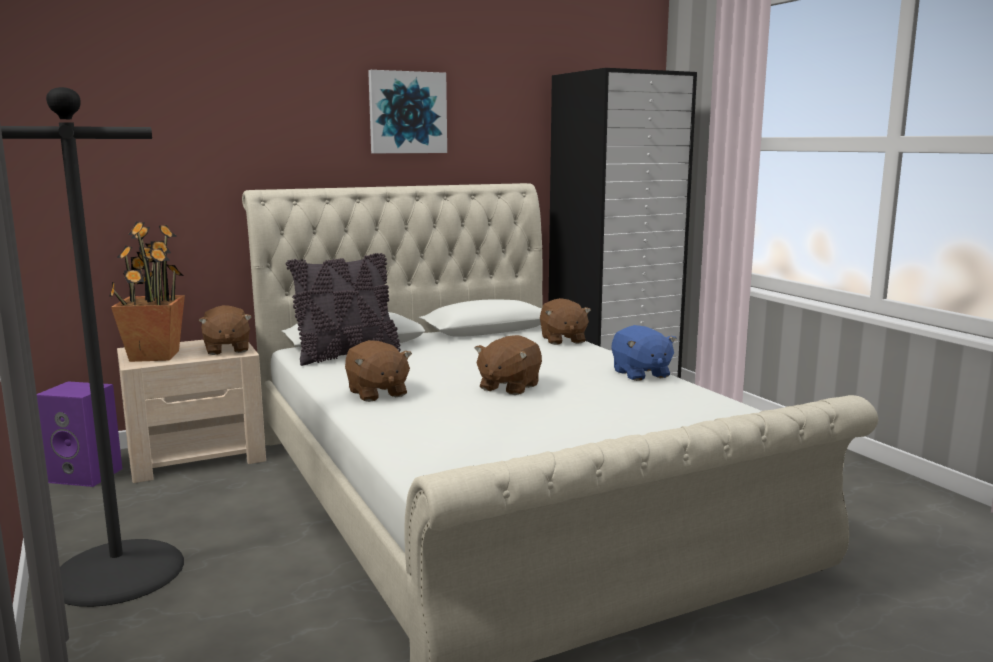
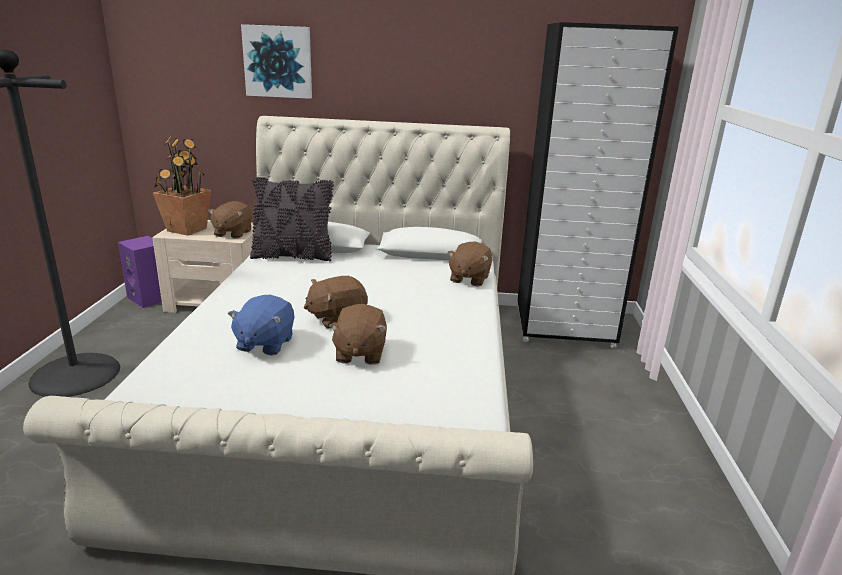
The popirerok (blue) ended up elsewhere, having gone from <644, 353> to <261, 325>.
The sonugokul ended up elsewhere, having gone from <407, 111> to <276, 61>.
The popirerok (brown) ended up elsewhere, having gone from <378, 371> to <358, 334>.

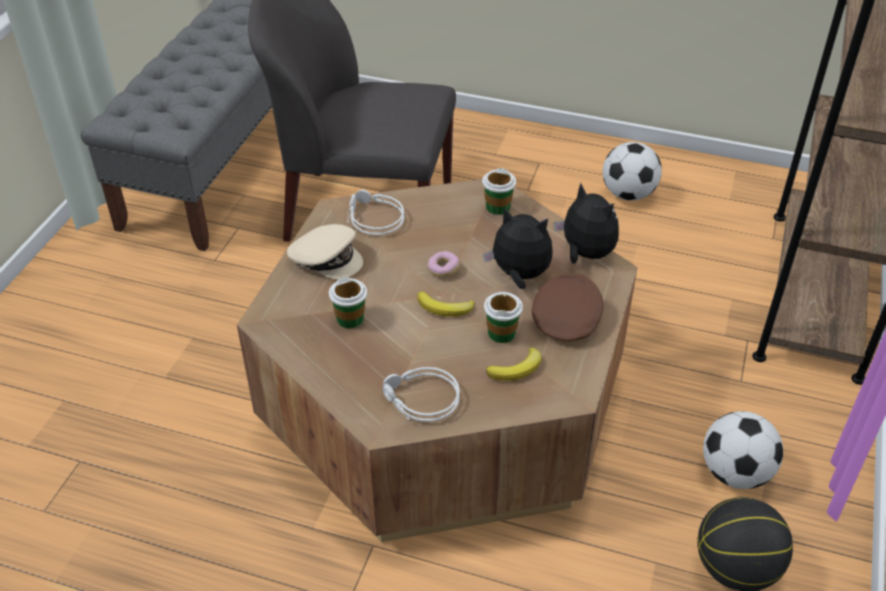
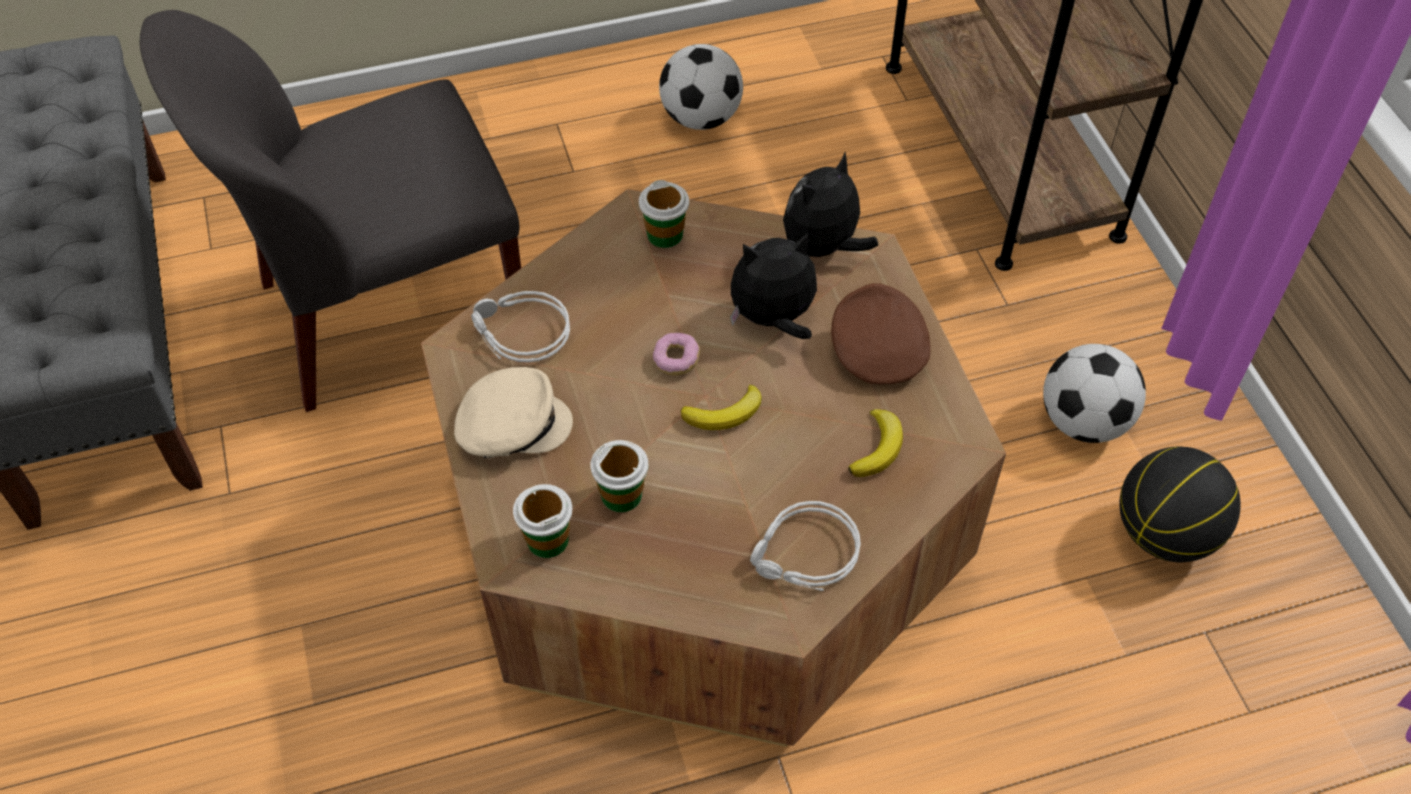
The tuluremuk ended up elsewhere, having gone from <503, 317> to <543, 521>.
The popirerok at <586, 223> ended up facing another way, 60 degrees counterclockwise from before.

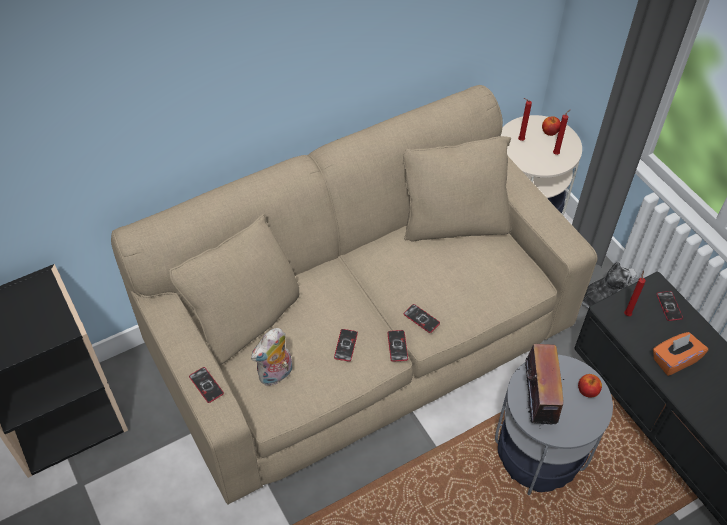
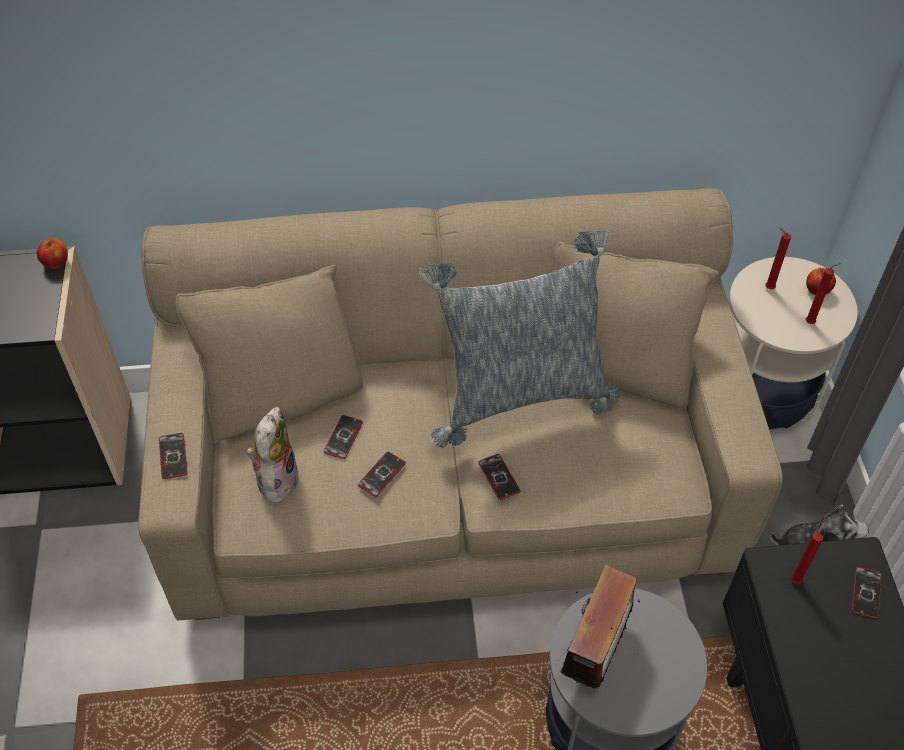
The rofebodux ended up elsewhere, having gone from <590, 386> to <52, 253>.
The popirerok at <272, 357> ended up facing another way, 120 degrees clockwise from before.
The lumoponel ended up elsewhere, having gone from <397, 346> to <343, 437>.
The second view gained the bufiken at <520, 339>.
The second view lost the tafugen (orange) at <680, 354>.

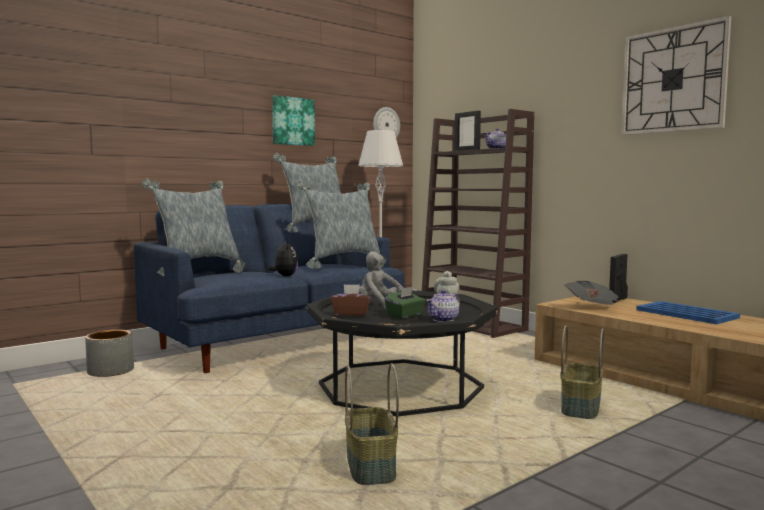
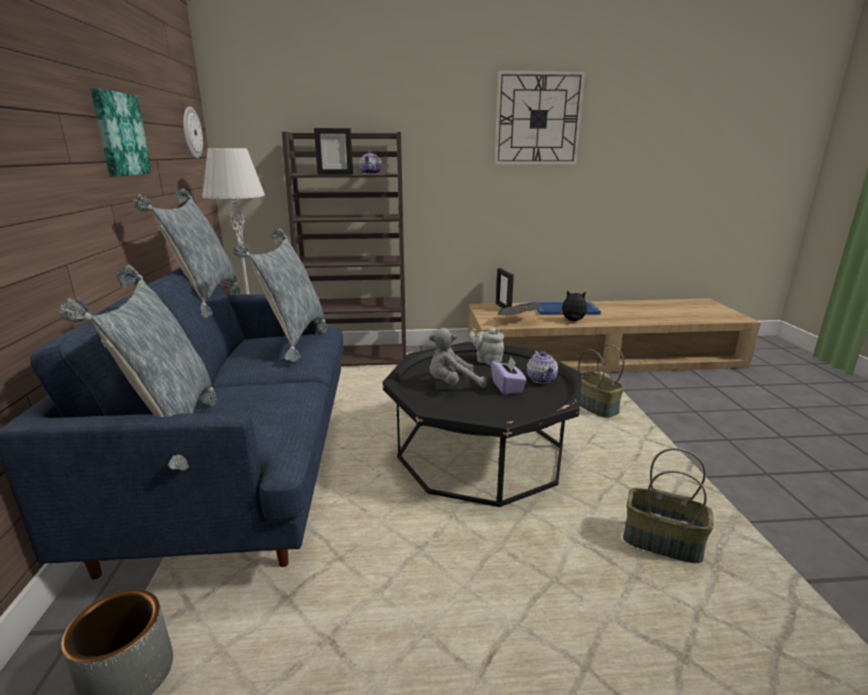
What was the tafugen (green) at <404, 302> turned into the tafugen (purple) at <509, 376>.
The popirerok ended up elsewhere, having gone from <283, 258> to <573, 305>.
The second view lost the tafugen (brown) at <351, 300>.

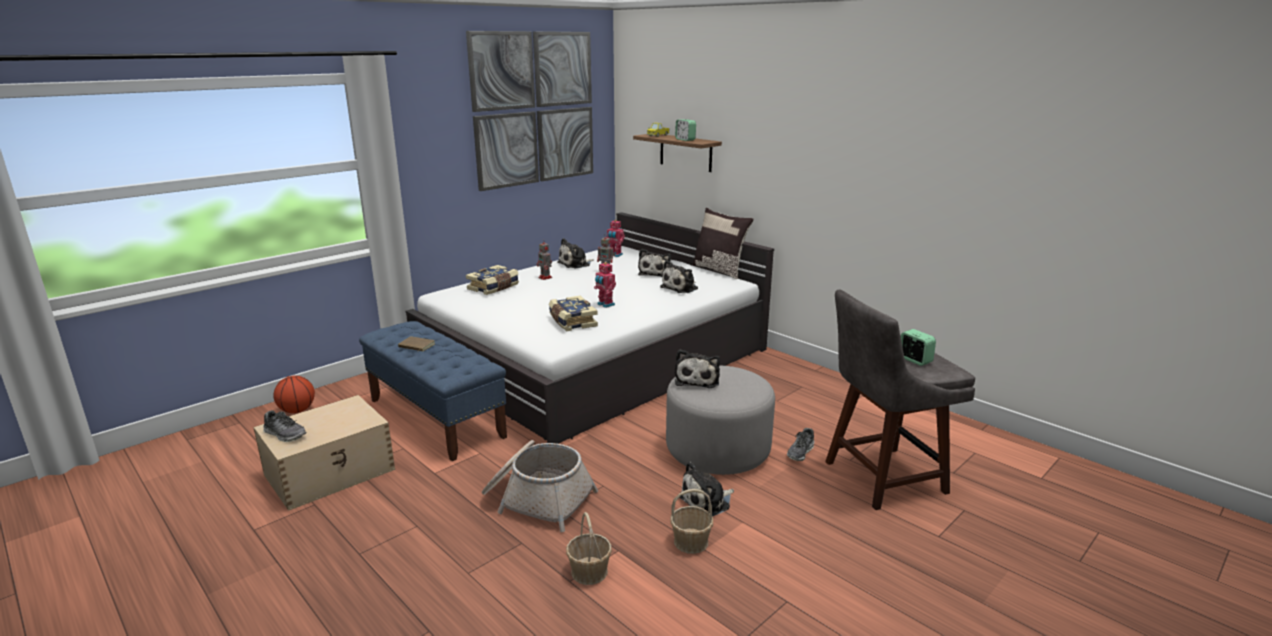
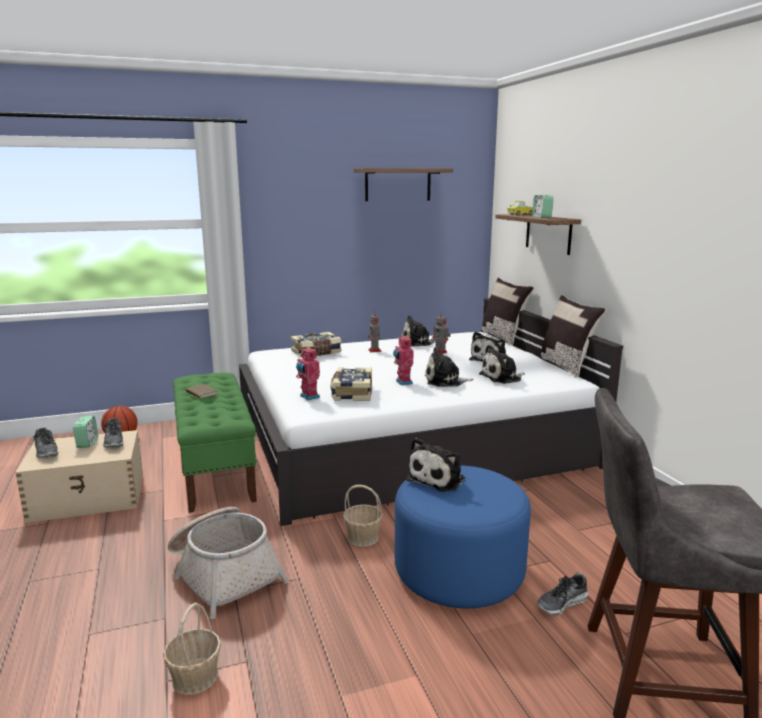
The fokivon ended up elsewhere, having gone from <918, 347> to <85, 432>.
The second view gained the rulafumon at <113, 433>.
What was the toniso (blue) at <433, 391> turned into the toniso (green) at <215, 442>.
The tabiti ended up elsewhere, having gone from <616, 238> to <308, 373>.
The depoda ended up elsewhere, having gone from <691, 521> to <363, 516>.
Where the sonugokul hung at <529, 111>, the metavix came to hang at <403, 184>.
What was the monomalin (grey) at <720, 420> turned into the monomalin (blue) at <463, 536>.
The popirerok ended up elsewhere, having gone from <706, 489> to <449, 367>.
The second view gained the bufiken at <507, 312>.

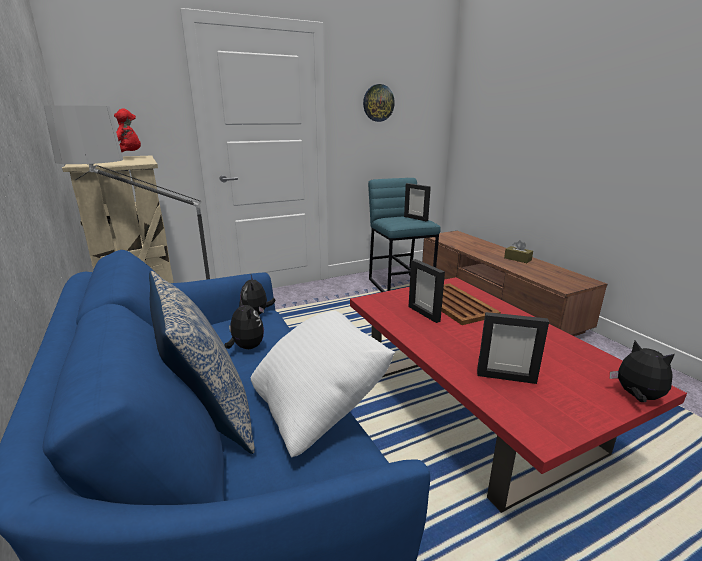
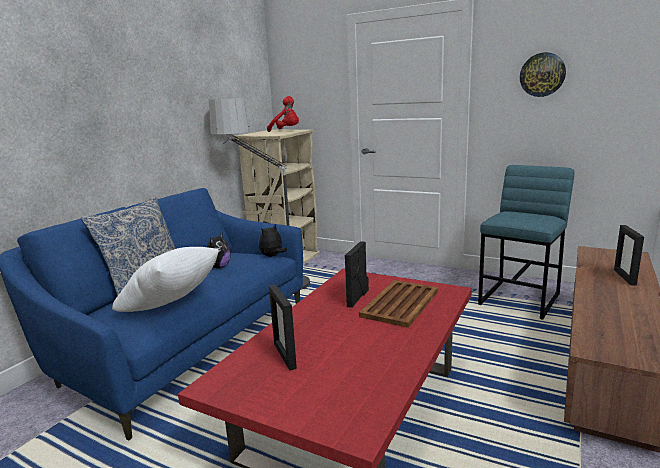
The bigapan ended up elsewhere, having gone from <417, 202> to <629, 255>.
The second view lost the tafugen (brown) at <518, 251>.
The second view lost the popirerok at <642, 371>.

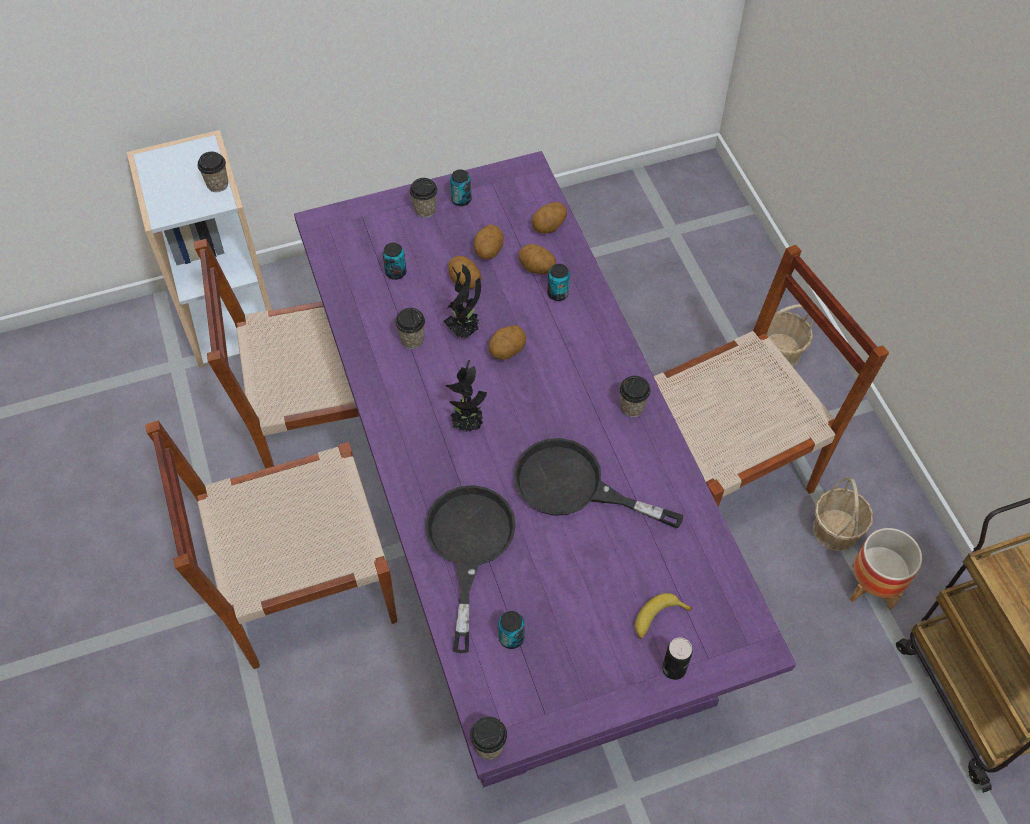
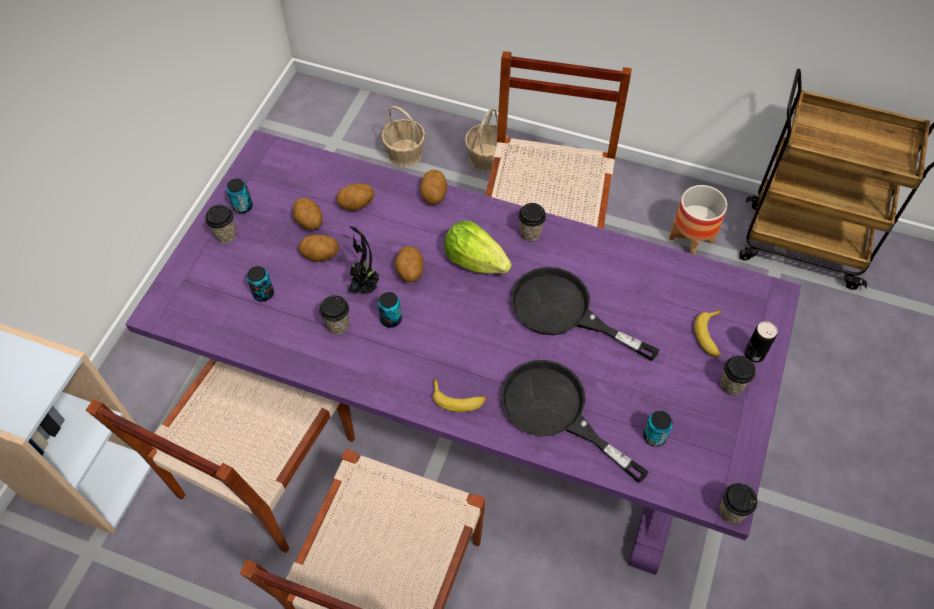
The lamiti ended up elsewhere, having gone from <558, 282> to <390, 310>.
The depoda ended up elsewhere, having gone from <843, 514> to <403, 136>.
The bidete ended up elsewhere, having gone from <549, 217> to <434, 187>.
The second view gained the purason at <460, 395>.
The second view gained the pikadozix at <478, 247>.
The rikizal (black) at <599, 483> ended up facing another way, 60 degrees clockwise from before.
The tuluremuk ended up elsewhere, having gone from <213, 172> to <738, 375>.
The second view lost the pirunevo at <466, 396>.

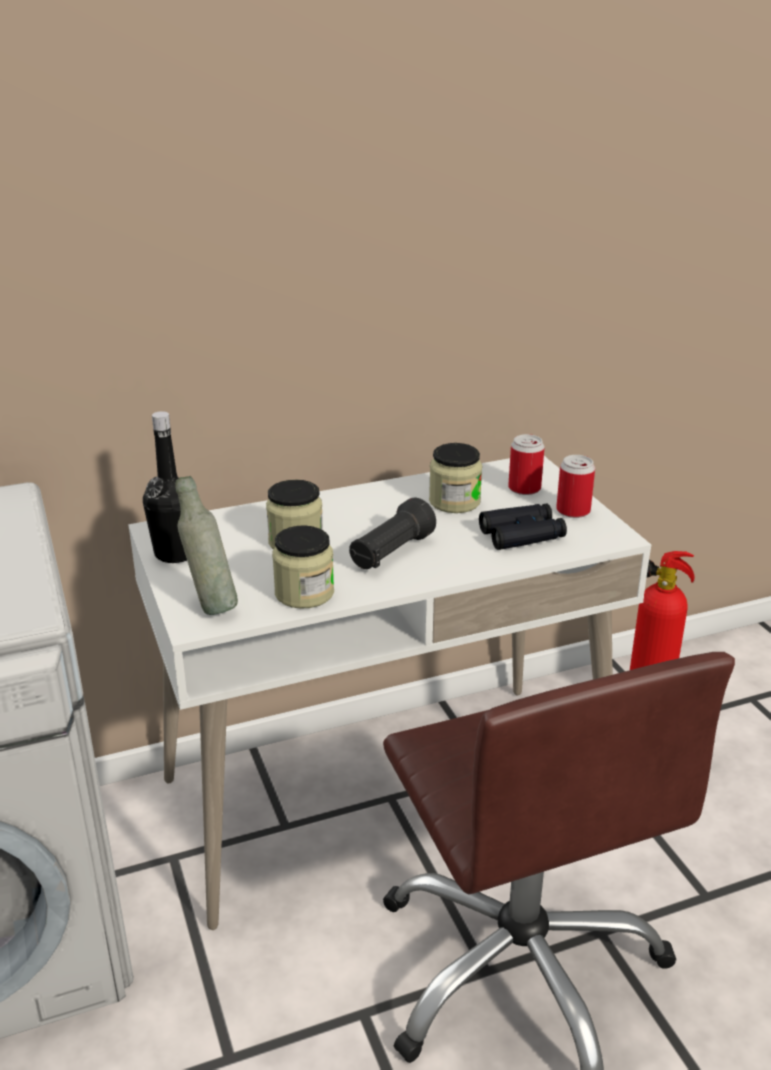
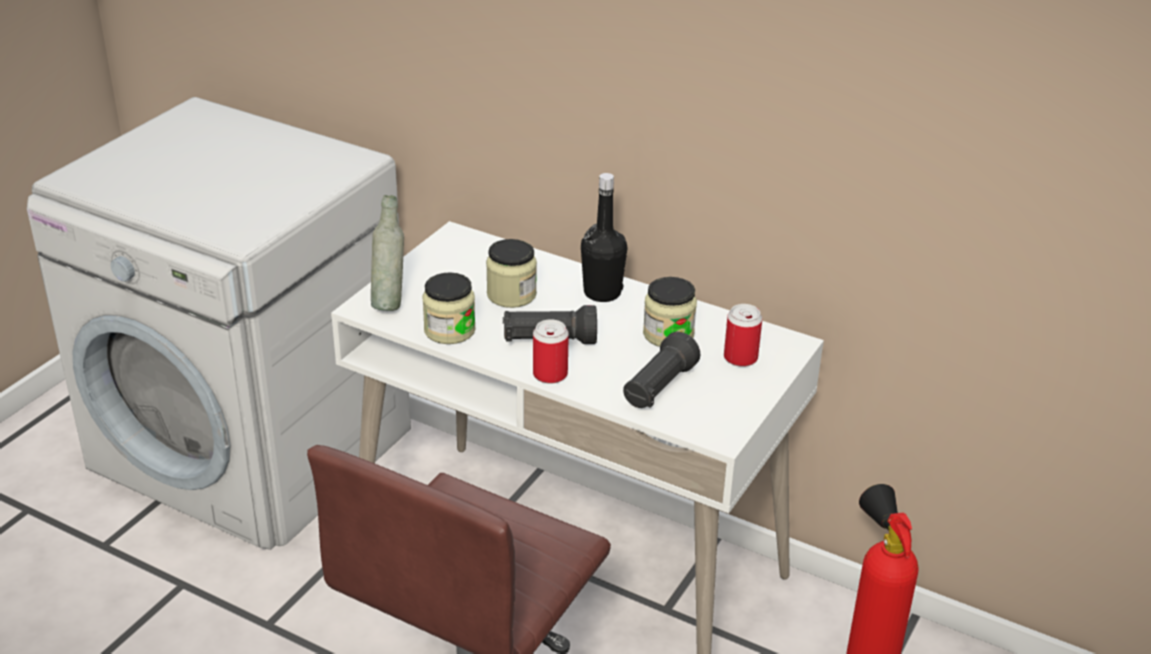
The lamiti ended up elsewhere, having gone from <575, 486> to <551, 351>.
The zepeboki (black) ended up elsewhere, having gone from <165, 487> to <604, 237>.
Where the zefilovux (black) stood at <523, 527>, the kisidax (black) came to stand at <661, 370>.

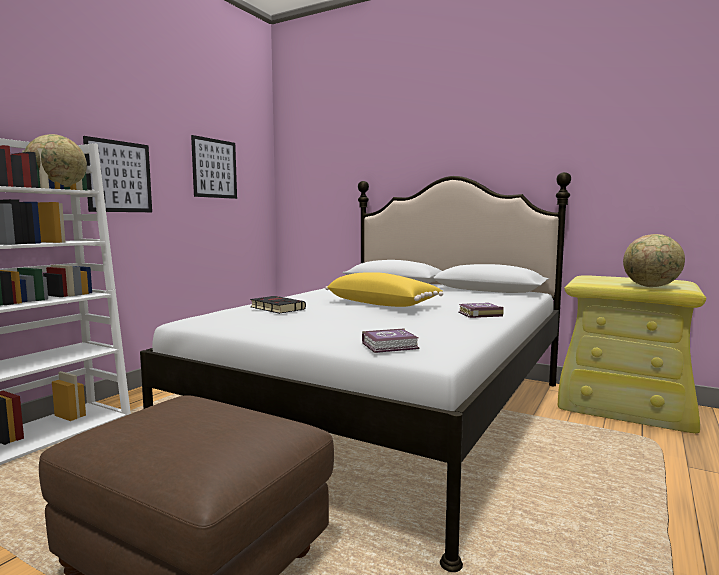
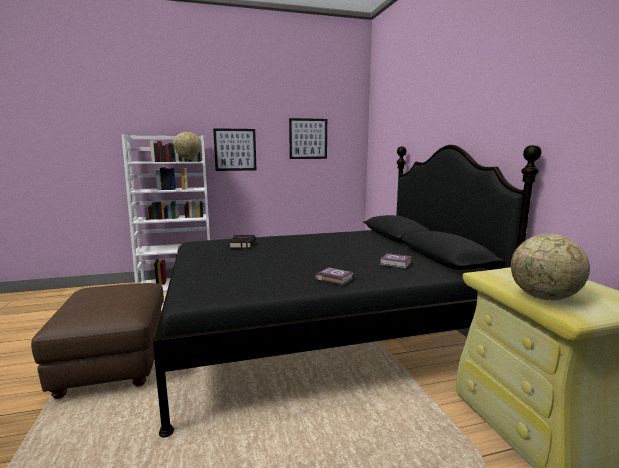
What was the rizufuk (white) at <355, 372> turned into the rizufuk (black) at <347, 291>.
The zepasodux ended up elsewhere, having gone from <390, 340> to <396, 261>.
The second view lost the bufiken (yellow) at <384, 289>.

